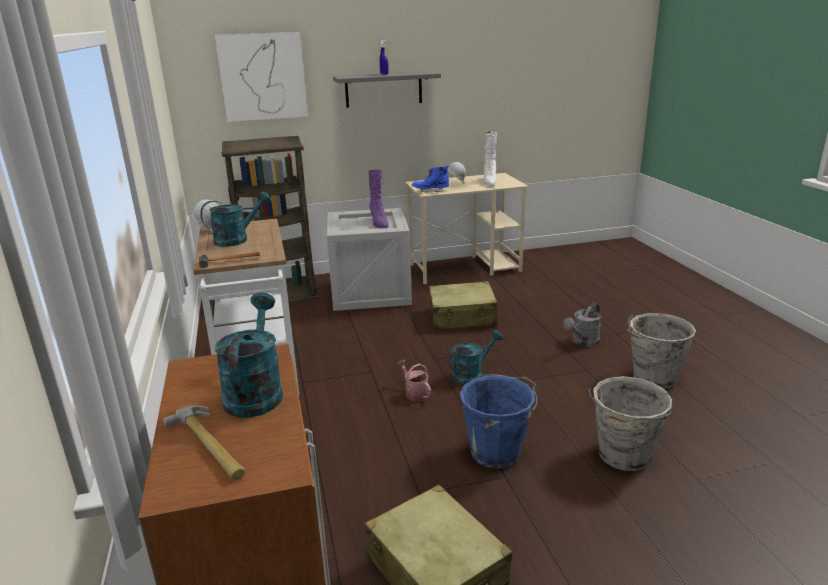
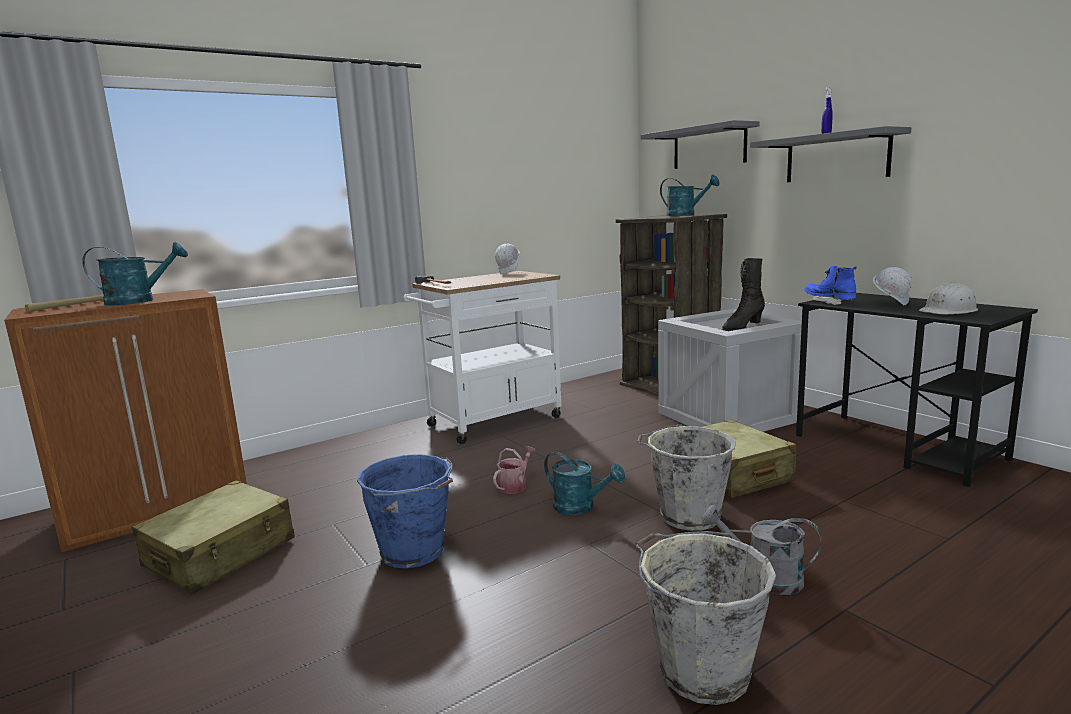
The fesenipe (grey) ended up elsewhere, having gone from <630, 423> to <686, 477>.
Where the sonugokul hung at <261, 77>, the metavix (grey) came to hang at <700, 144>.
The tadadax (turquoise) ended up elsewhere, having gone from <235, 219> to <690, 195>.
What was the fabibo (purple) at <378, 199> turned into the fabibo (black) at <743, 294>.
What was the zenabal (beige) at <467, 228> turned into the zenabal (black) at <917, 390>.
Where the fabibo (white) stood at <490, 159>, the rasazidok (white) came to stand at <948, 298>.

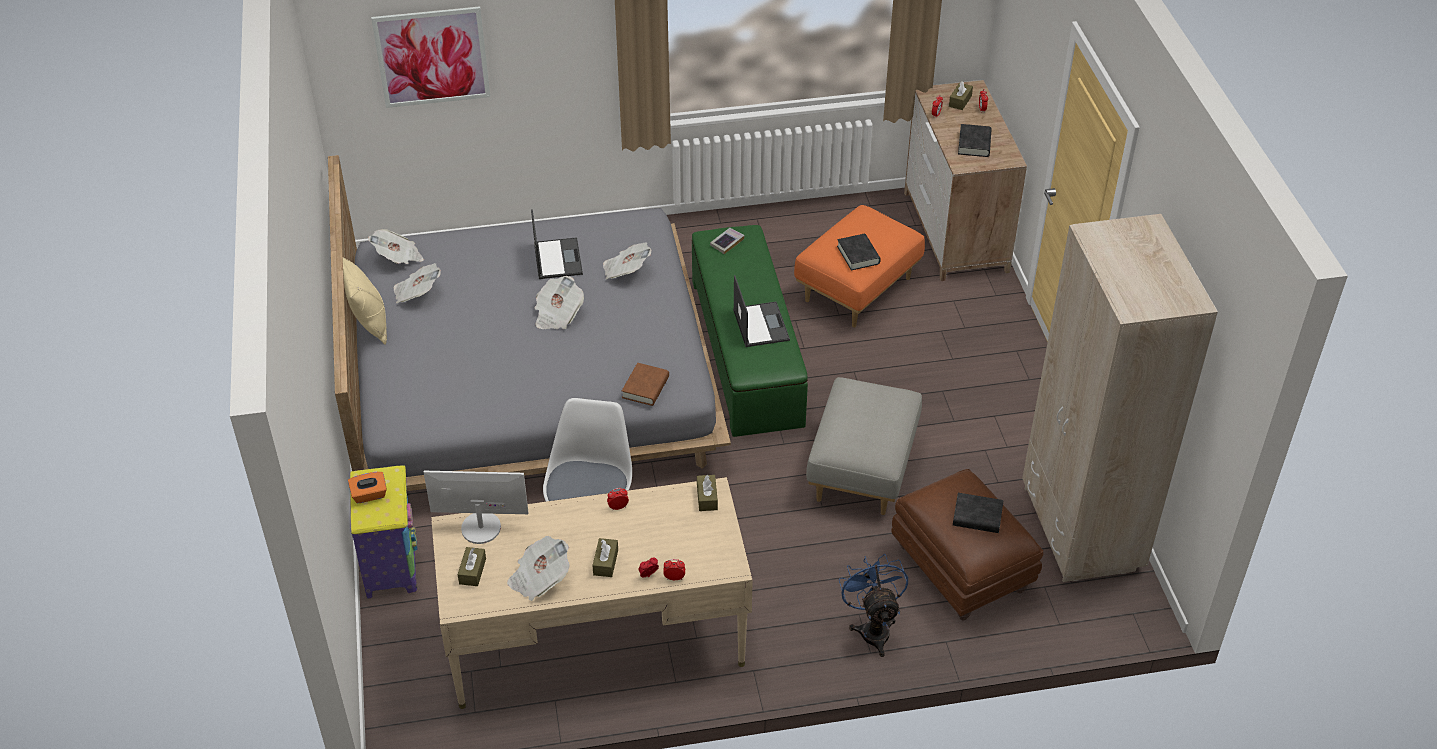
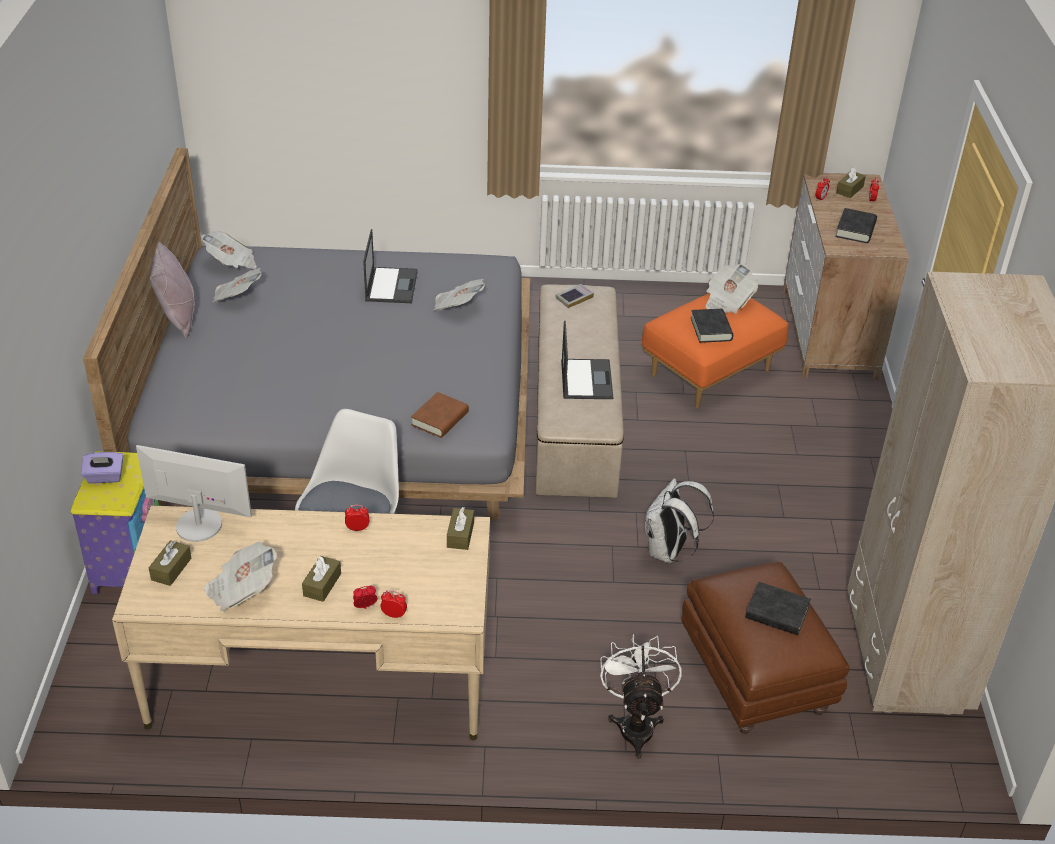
What was the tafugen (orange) at <367, 487> turned into the tafugen (purple) at <102, 468>.
What was the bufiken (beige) at <365, 301> turned into the bufiken (purple) at <172, 290>.
What was the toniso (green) at <750, 331> turned into the toniso (beige) at <579, 391>.
What was the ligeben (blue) at <873, 605> turned into the ligeben (white) at <641, 696>.
Where the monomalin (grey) stood at <864, 446>, the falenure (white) came to stand at <679, 520>.
The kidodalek ended up elsewhere, having gone from <559, 302> to <732, 289>.
The second view lost the sonugokul at <430, 57>.

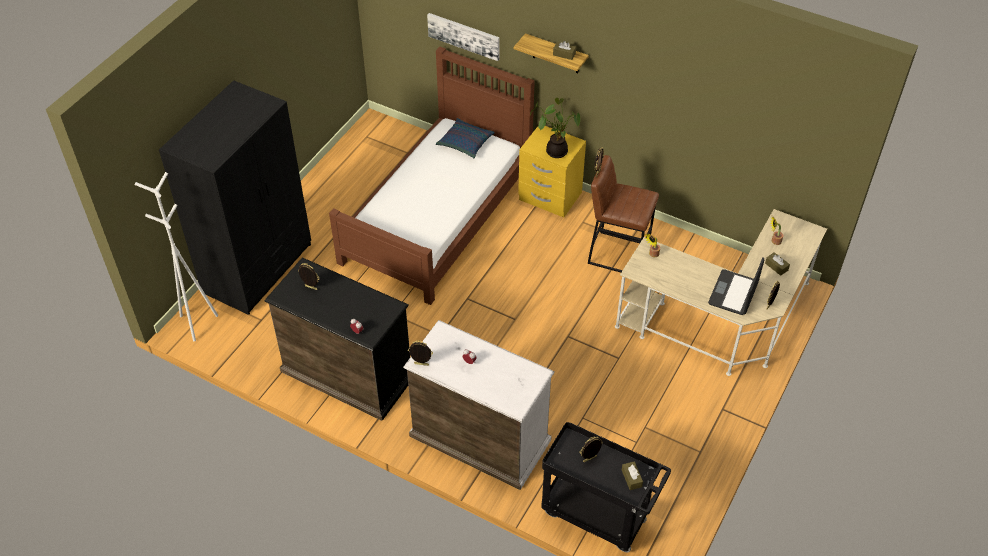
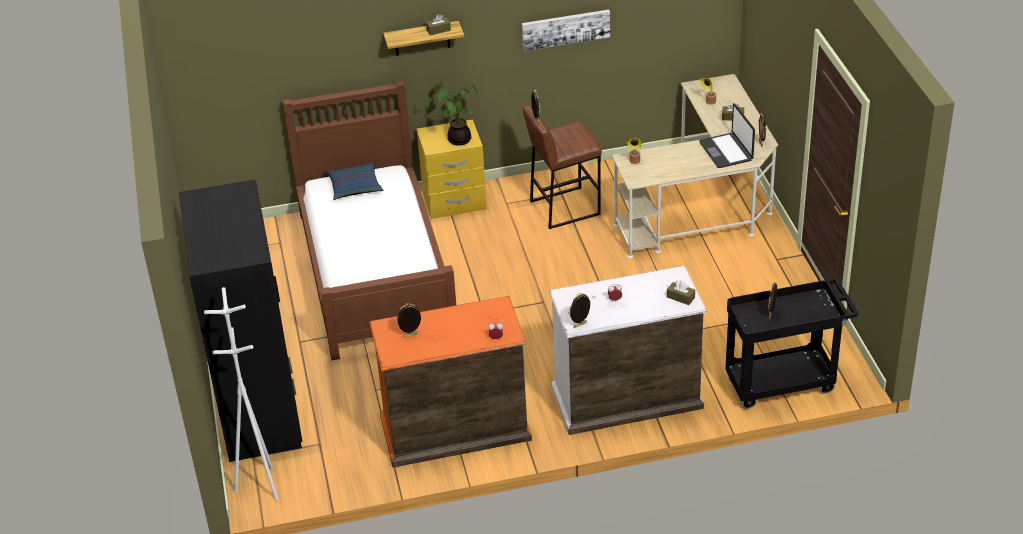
What was the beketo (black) at <337, 339> turned into the beketo (orange) at <450, 381>.
The sonugokul ended up elsewhere, having gone from <463, 37> to <566, 30>.
The tafugen (brown) ended up elsewhere, having gone from <632, 475> to <681, 292>.

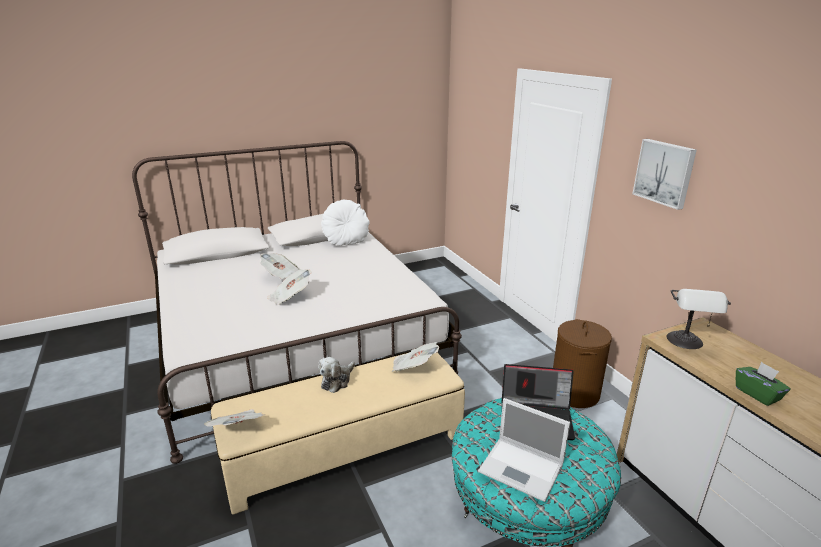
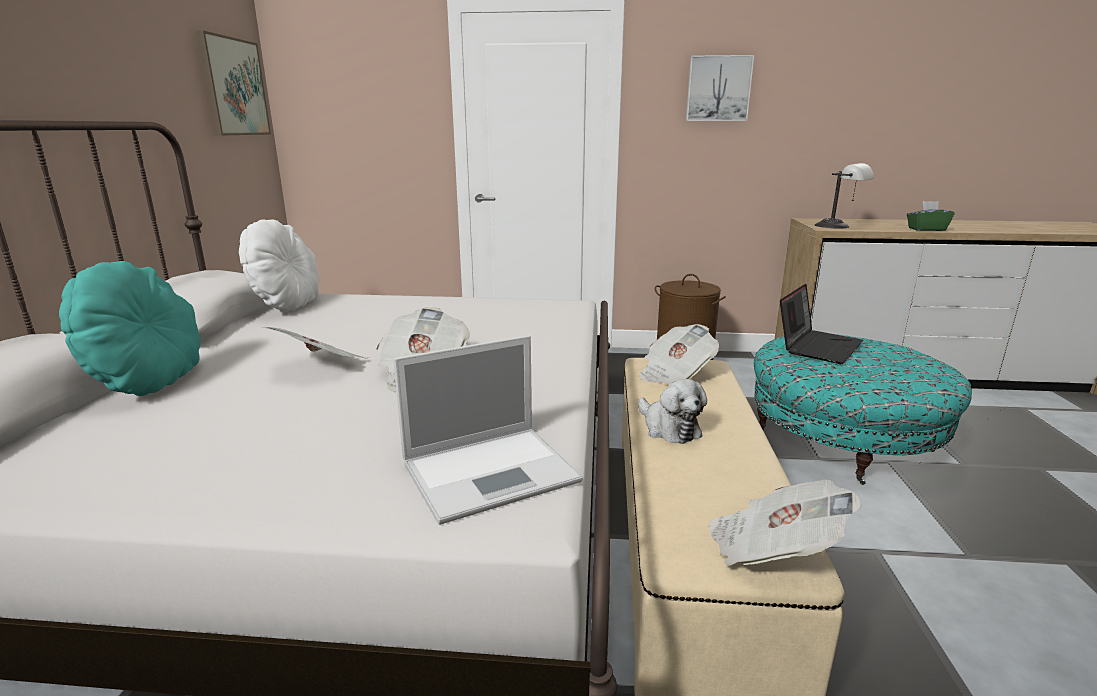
The second view gained the bufiken (turquoise) at <130, 328>.
The second view gained the sonugokul at <233, 83>.
The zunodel ended up elsewhere, having gone from <524, 450> to <488, 430>.

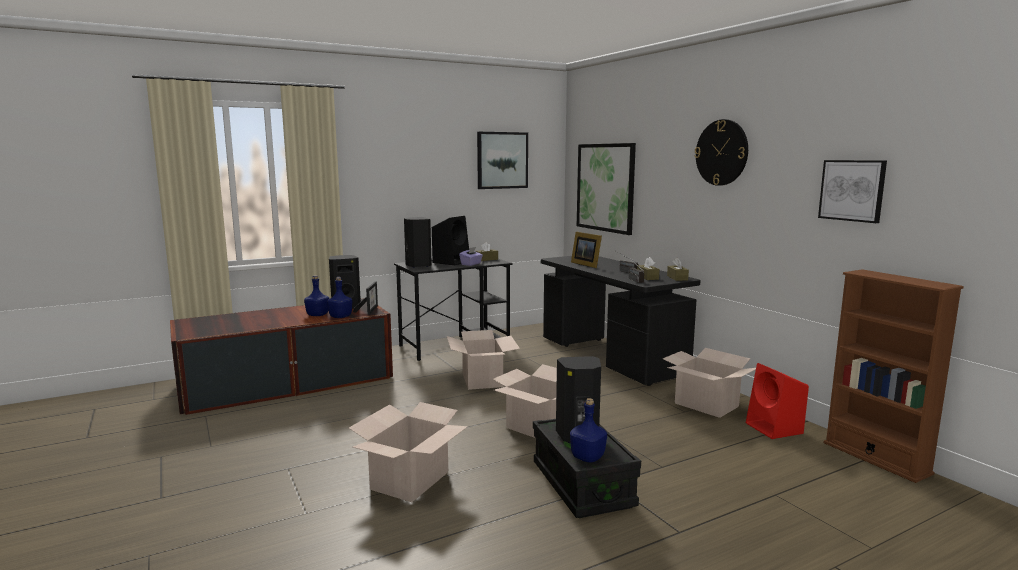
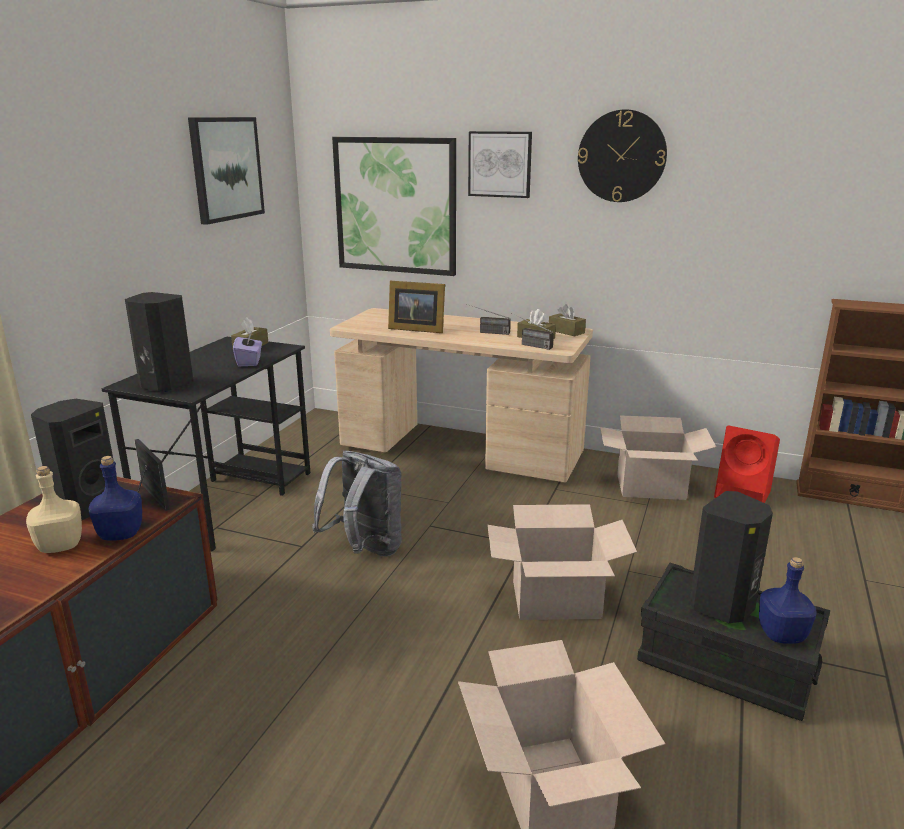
What was the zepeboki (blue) at <316, 295> turned into the zepeboki (beige) at <54, 509>.
Where the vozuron stood at <483, 360>, the falenure (grey) came to stand at <357, 503>.
What was the zenabal (black) at <620, 321> turned into the zenabal (beige) at <461, 395>.
The sonugokul ended up elsewhere, having gone from <852, 191> to <500, 164>.
The second view lost the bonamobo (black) at <450, 240>.

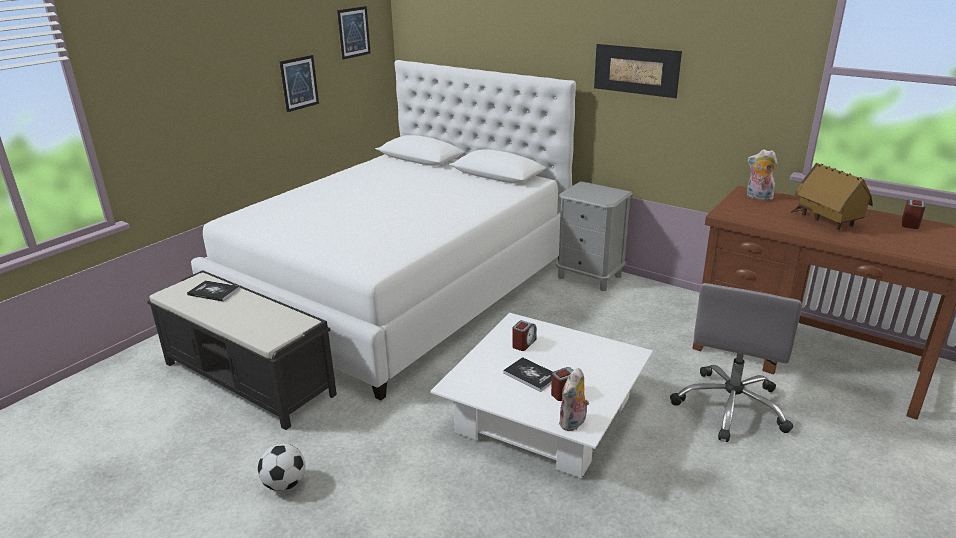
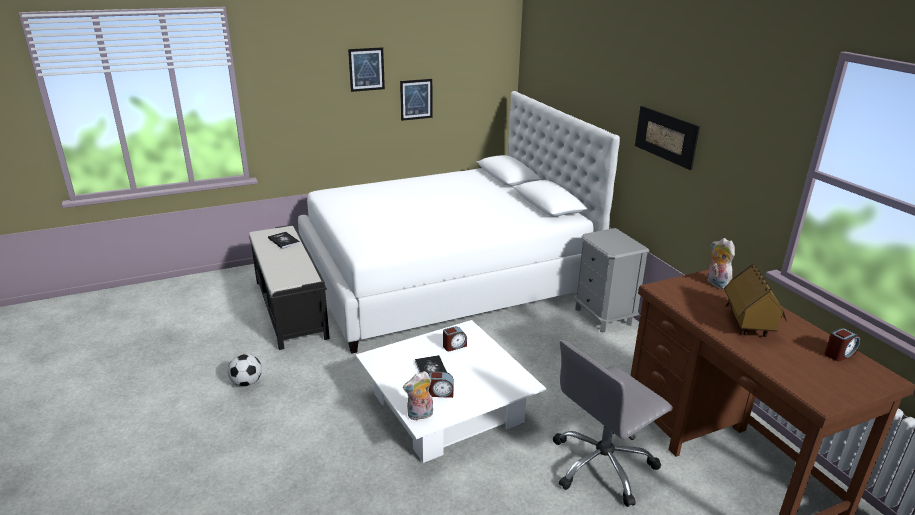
The sonugokul ended up elsewhere, having gone from <354, 33> to <366, 69>.

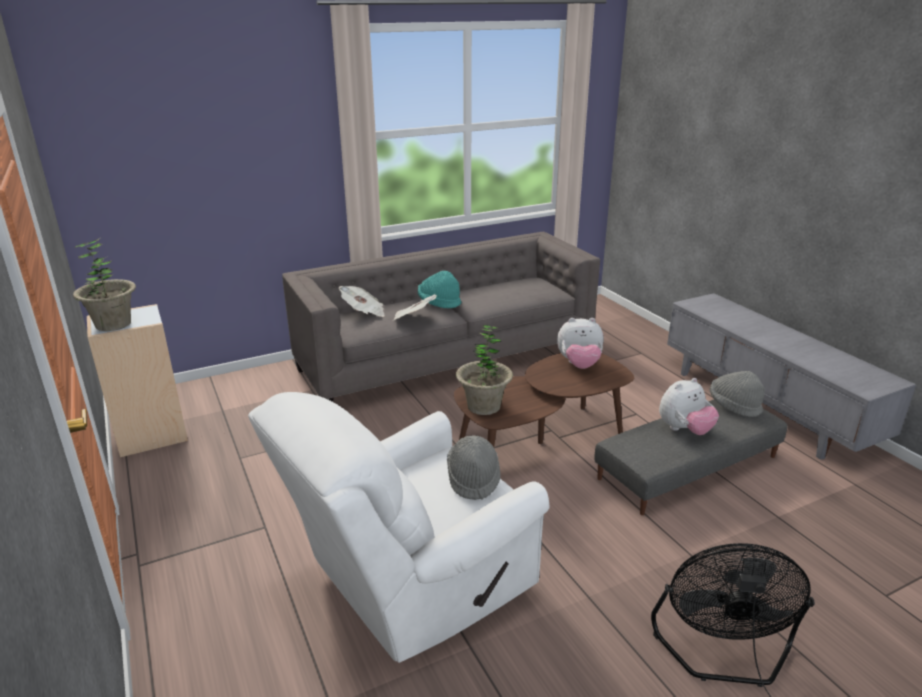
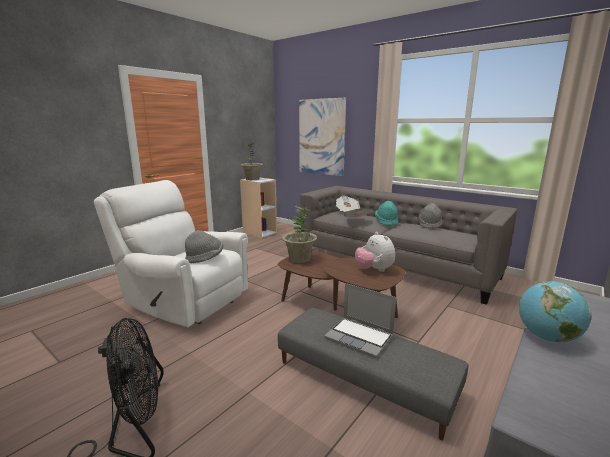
The second view gained the sonugokul at <322, 137>.
Where the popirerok stood at <689, 406>, the zunodel came to stand at <360, 320>.
The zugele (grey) ended up elsewhere, having gone from <737, 394> to <431, 216>.
The second view gained the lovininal at <555, 311>.

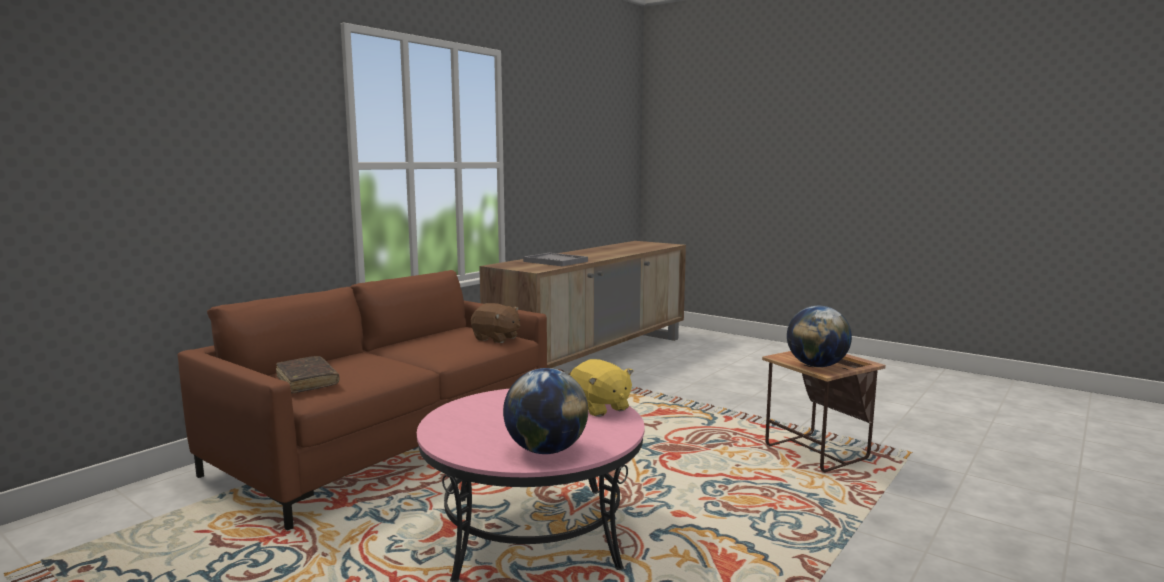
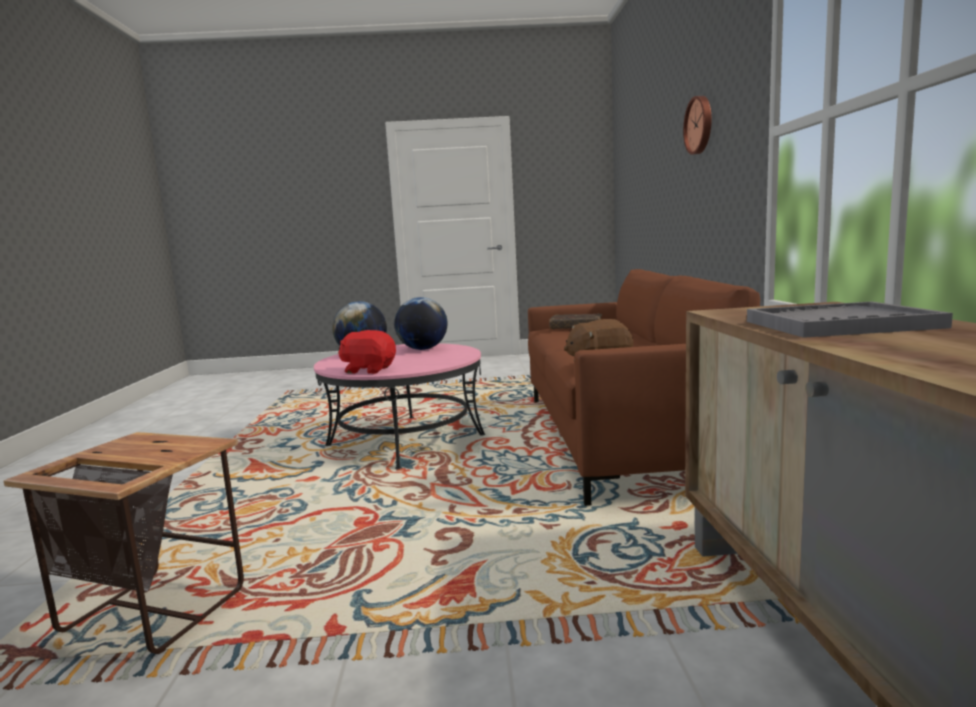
What was the popirerok (yellow) at <601, 388> turned into the popirerok (red) at <367, 352>.
The lovininal ended up elsewhere, having gone from <819, 336> to <420, 323>.
The second view gained the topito at <697, 125>.

